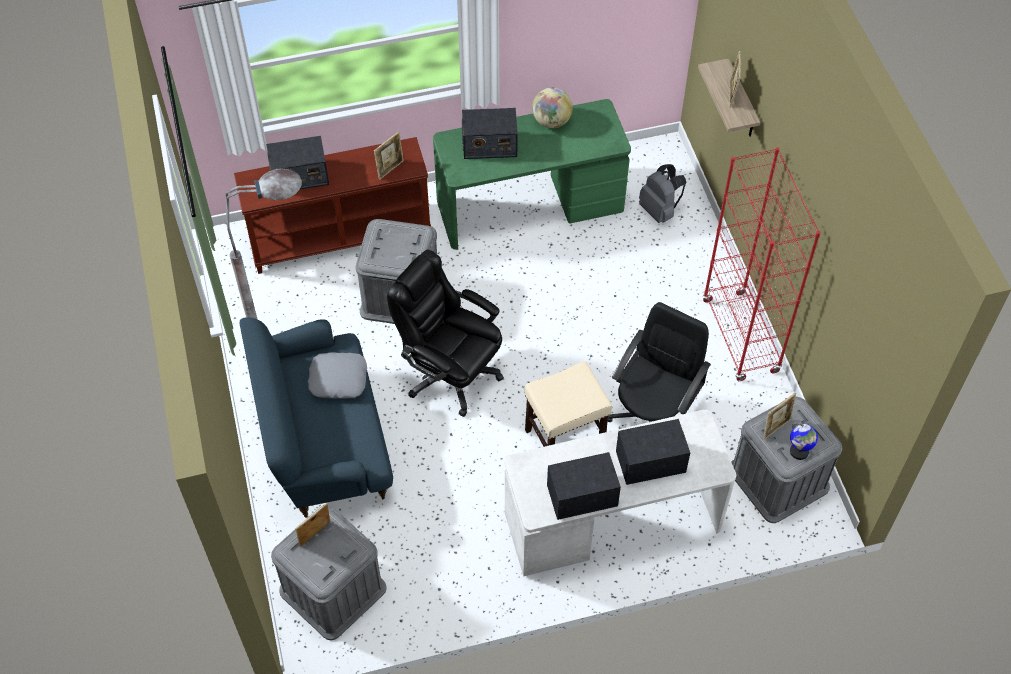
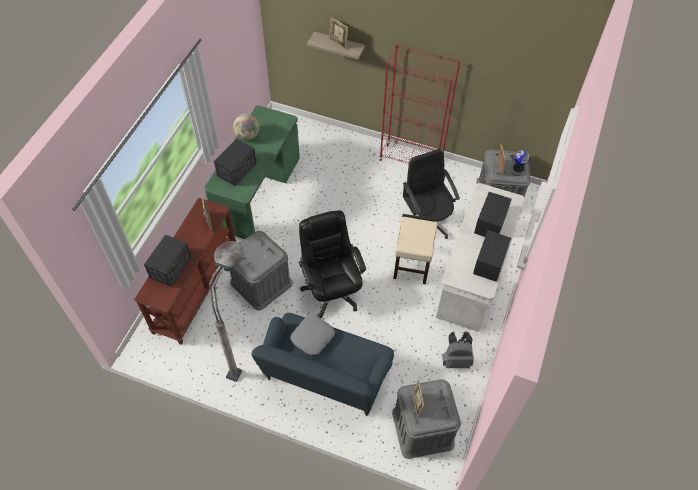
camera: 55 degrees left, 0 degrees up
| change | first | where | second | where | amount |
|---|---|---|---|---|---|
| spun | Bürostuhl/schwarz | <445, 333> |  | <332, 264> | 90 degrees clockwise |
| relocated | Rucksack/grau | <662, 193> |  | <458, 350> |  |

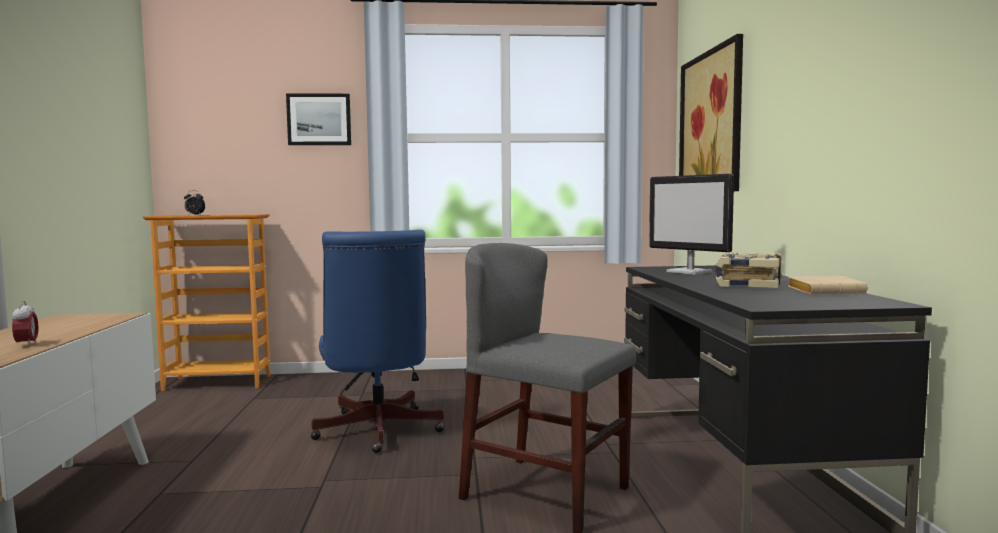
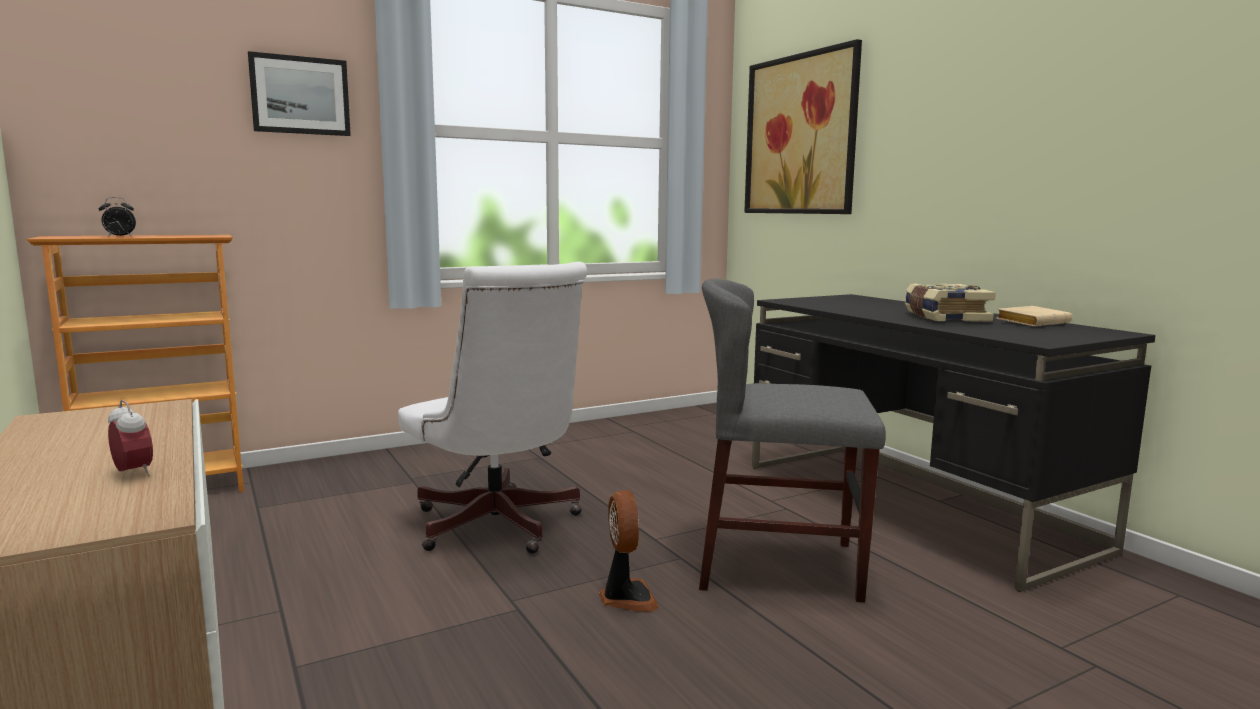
camera: 25 degrees left, 5 degrees up
| change | first | where | second | where | amount |
|---|---|---|---|---|---|
| colour | Bürostuhl/blau | <377, 341> | Bürostuhl/weiß | <492, 408> |  |
| appeared |  |  | Ventilator | <629, 551> |  |
| missing | Monitor | <691, 224> |  |  |  |

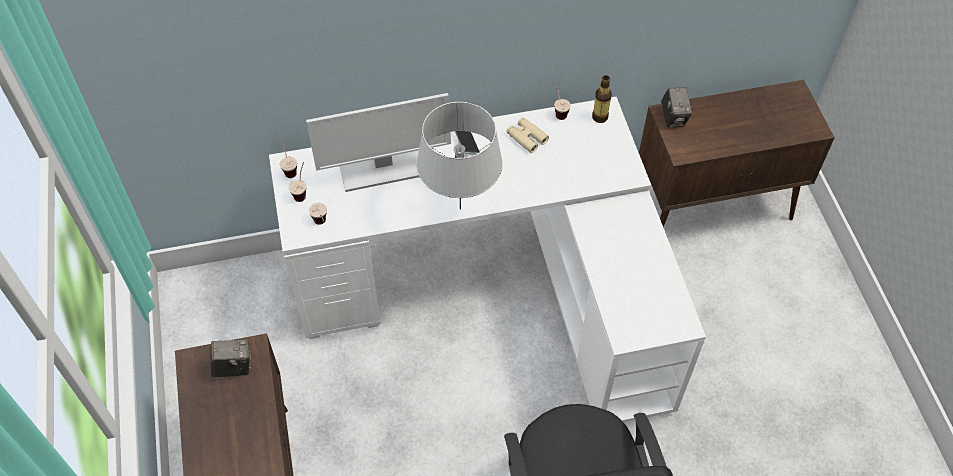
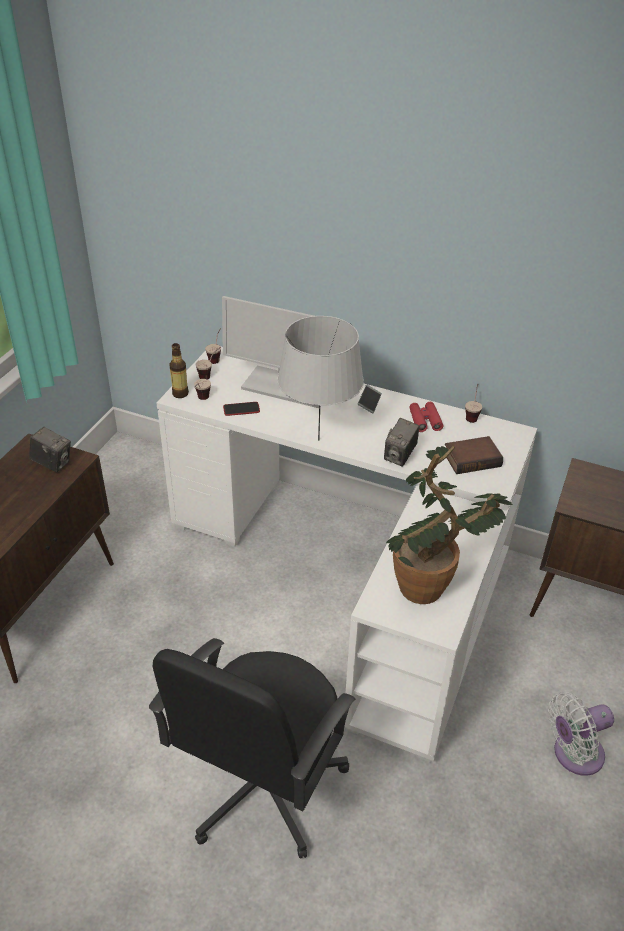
camera: 35 degrees right, 15 degrees down
| change | first | where | second | where | amount |
|---|---|---|---|---|---|
| relocated | Flasche | <602, 99> |  | <179, 370> |  |
| appeared |  |  | Handy | <241, 409> |  |
| relocated | Kamera | <676, 107> |  | <401, 442> |  |
| appeared |  |  | Topfpflanze | <449, 525> |  |
| colour | Fernglas/beige | <527, 135> | Fernglas/rot | <426, 417> |  |
| appeared |  |  | Buch | <474, 455> |  |
| appeared |  |  | Ventilator/weiß | <581, 734> |  |

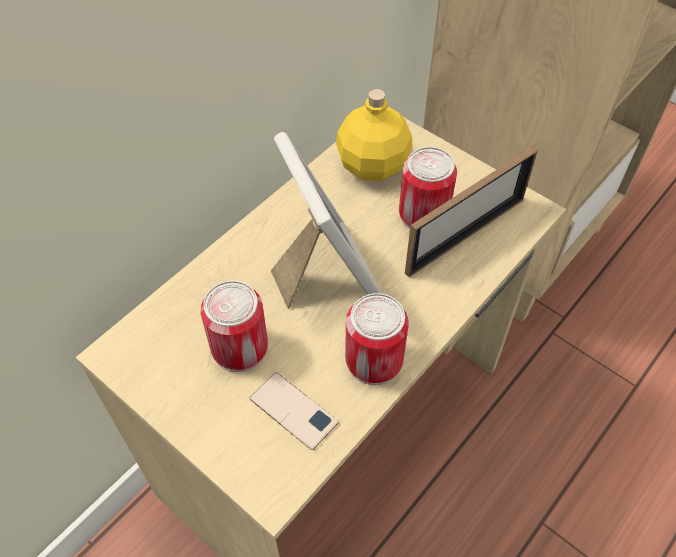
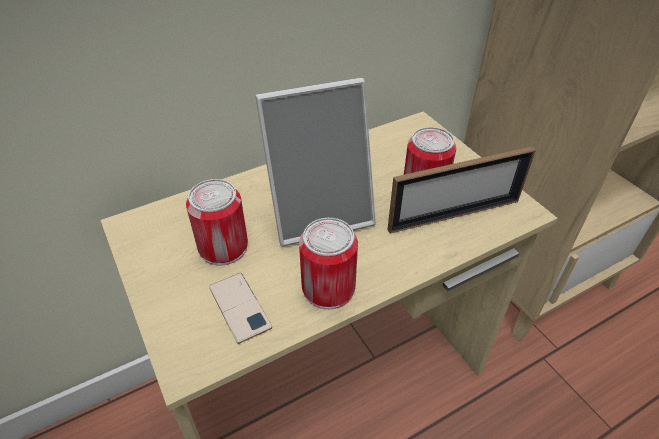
camera: 20 degrees right, 10 degrees down
| change | first | where | second | where | amount |
|---|---|---|---|---|---|
| spun | Bilderrahmen | <326, 220> |  | <315, 162> | 75 degrees clockwise |
| missing | Flasche/gelb | <374, 135> |  |  |  |

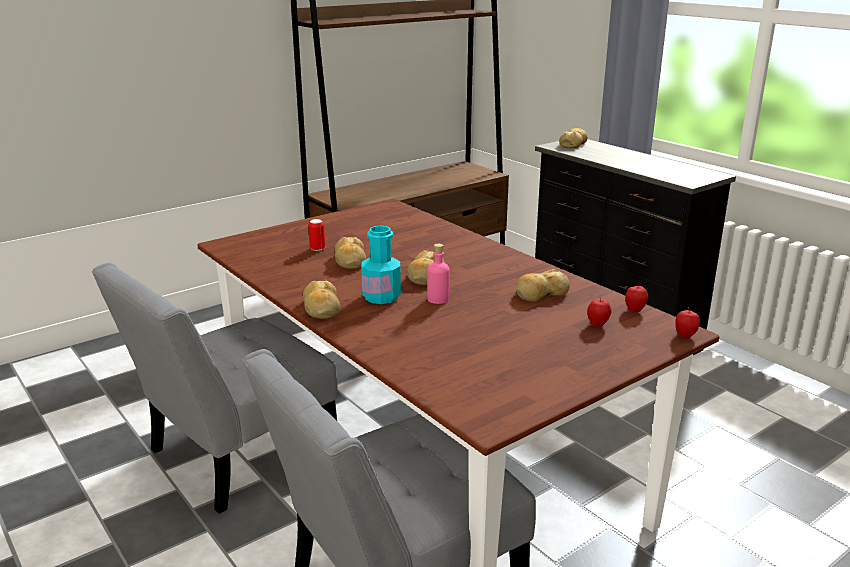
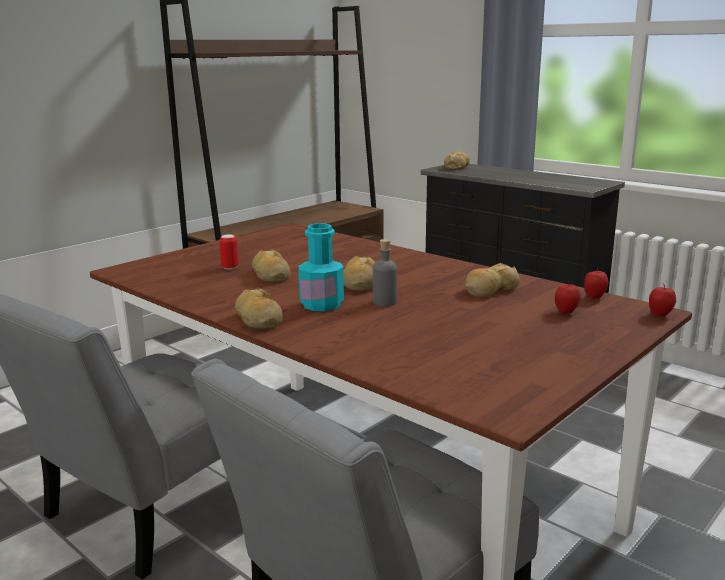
camera: 10 degrees left, 5 degrees down
| change | first | where | second | where | amount |
|---|---|---|---|---|---|
| colour | Flasche/rosa | <438, 274> | Flasche/grau | <385, 272> |  |

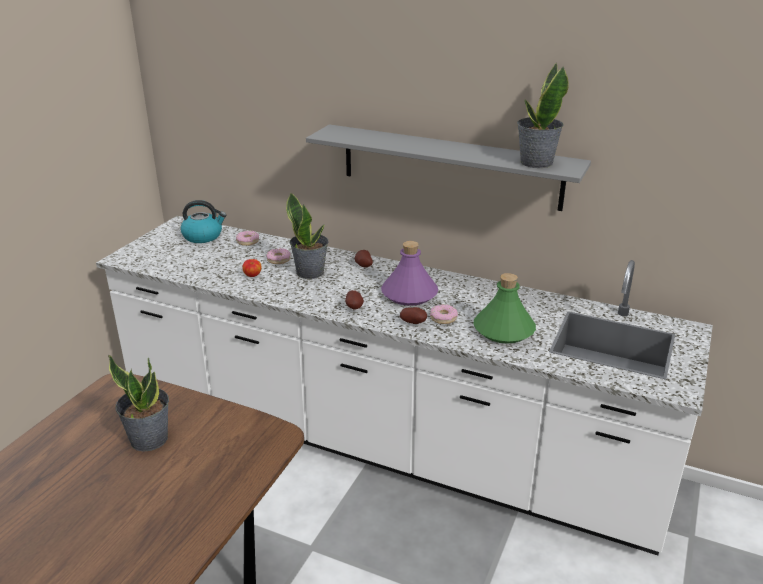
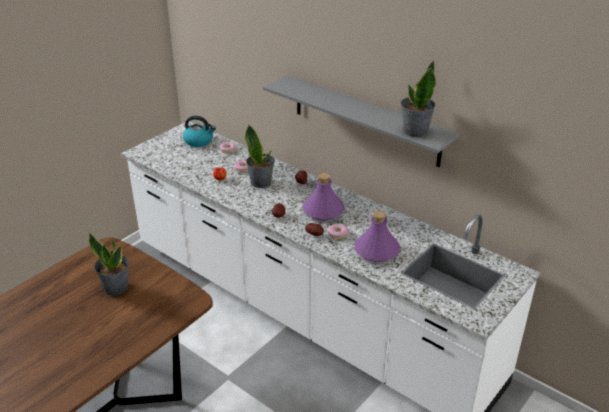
camera: 15 degrees right, 5 degrees up
| change | first | where | second | where | amount |
|---|---|---|---|---|---|
| colour | Flasche/grün | <505, 308> | Flasche/lila | <377, 236> |  |

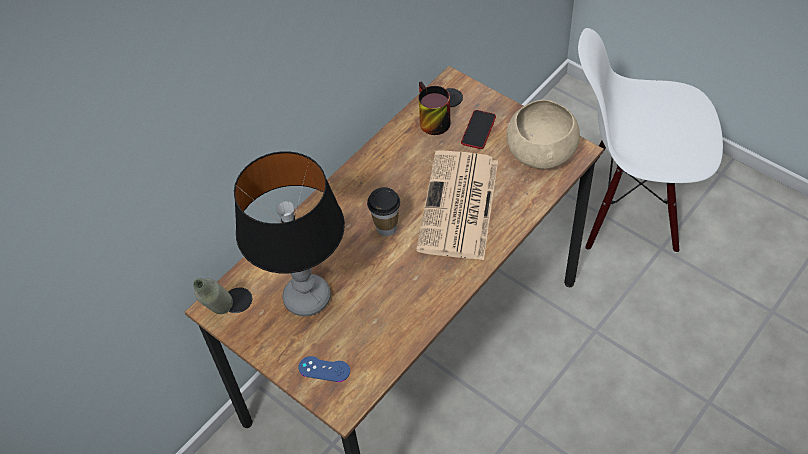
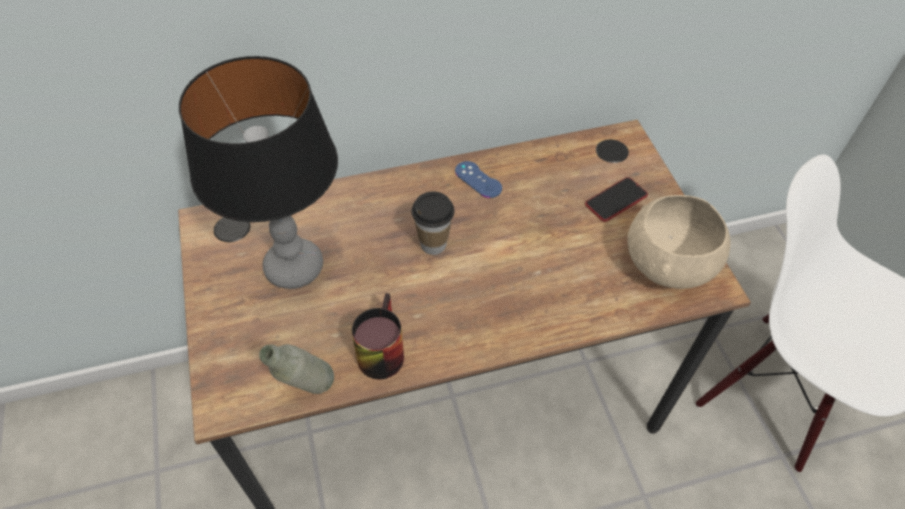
camera: 30 degrees right, 0 degrees up
| change | first | where | second | where | amount |
|---|---|---|---|---|---|
| relocated | Flasche/grau | <213, 296> |  | <296, 369> |  |
| relocated | Henkelbecher | <434, 108> |  | <378, 336> |  |
| relocated | Gamepad/blau | <324, 369> |  | <478, 179> |  |
| missing | Zeitung | <457, 205> |  |  |  |

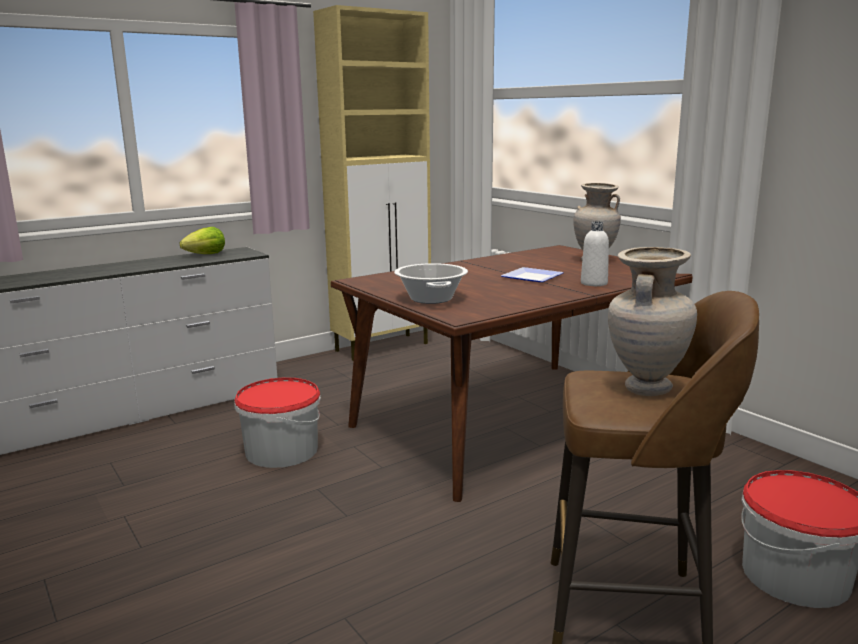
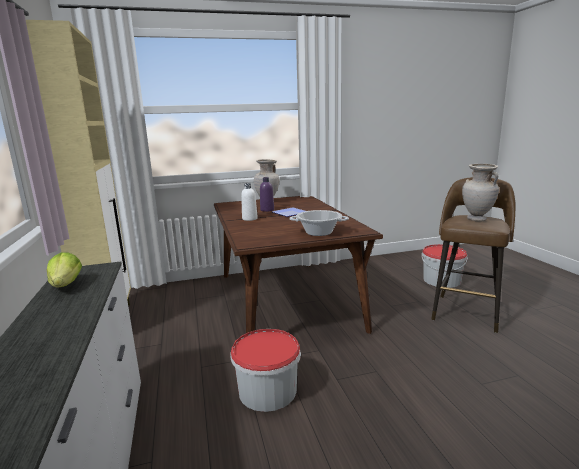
camera: 70 degrees left, 0 degrees up
| change | first | where | second | where | amount |
|---|---|---|---|---|---|
| relocated | Flasche/weiß | <595, 253> |  | <249, 202> |  |
| appeared |  |  | Flasche/lila | <267, 194> |  |

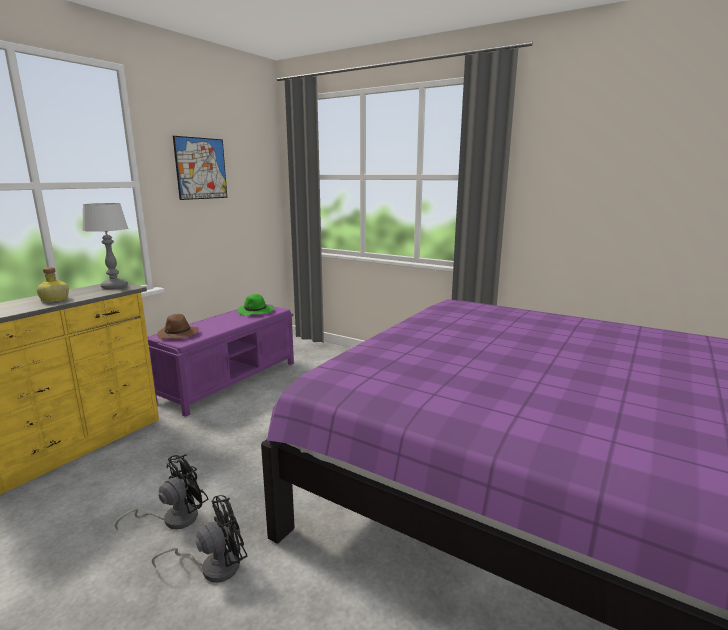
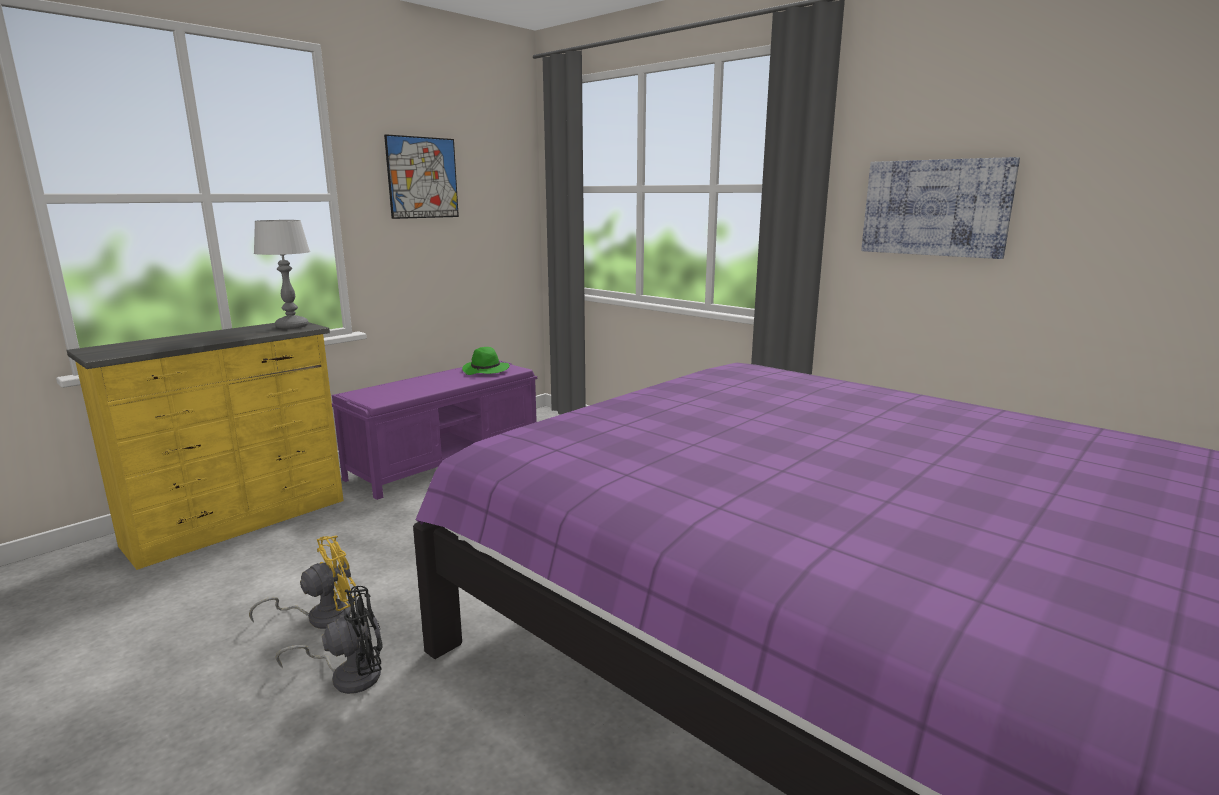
camera: 10 degrees right, 0 degrees up
| change | first | where | second | where | amount |
|---|---|---|---|---|---|
| colour | Ventilator/schwarz | <161, 492> | Ventilator/gelb | <304, 582> |  |
| appeared |  |  | Bild | <940, 208> |  |
| missing | Flasche | <53, 284> |  |  |  |
| missing | Hut/braun | <178, 326> |  |  |  |

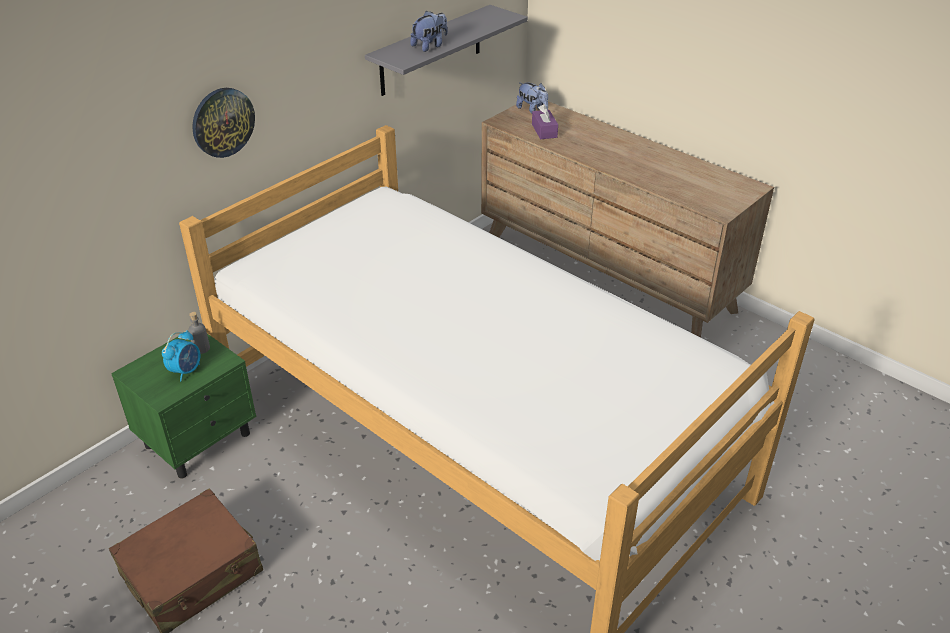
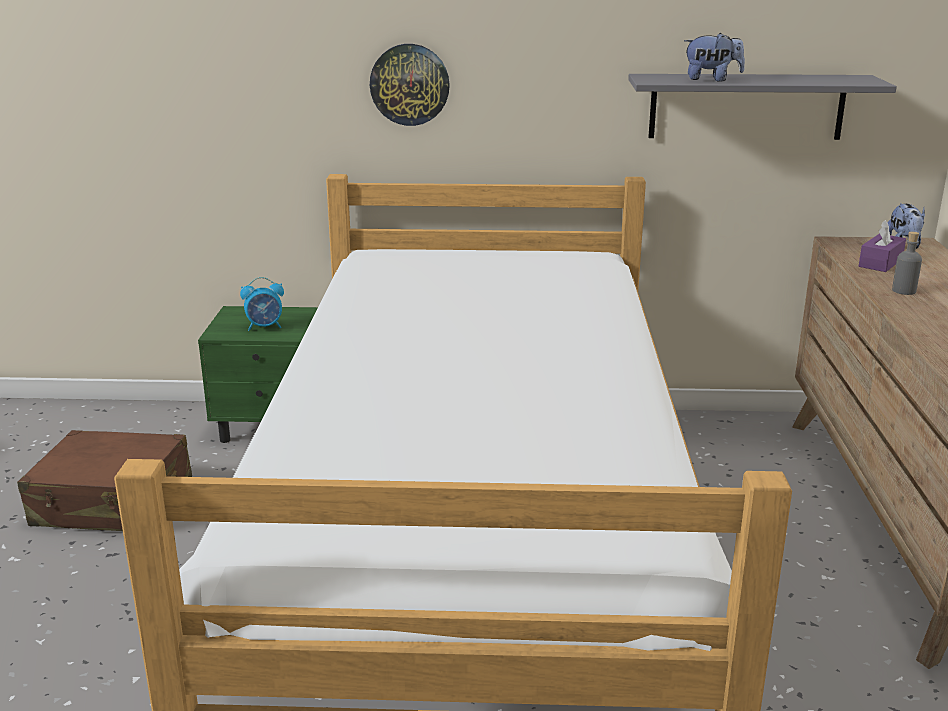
camera: 50 degrees right, 15 degrees down
| change | first | where | second | where | amount |
|---|---|---|---|---|---|
| relocated | Flasche/grau | <199, 333> |  | <907, 263> |  |

